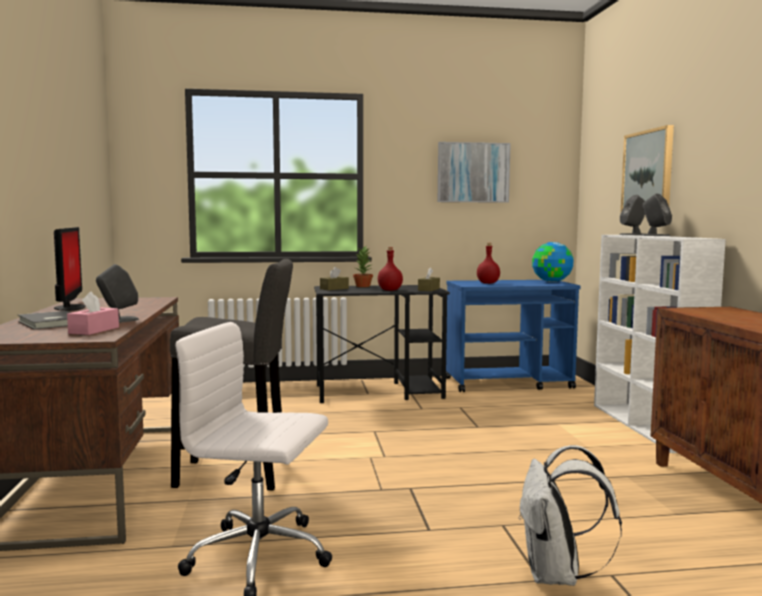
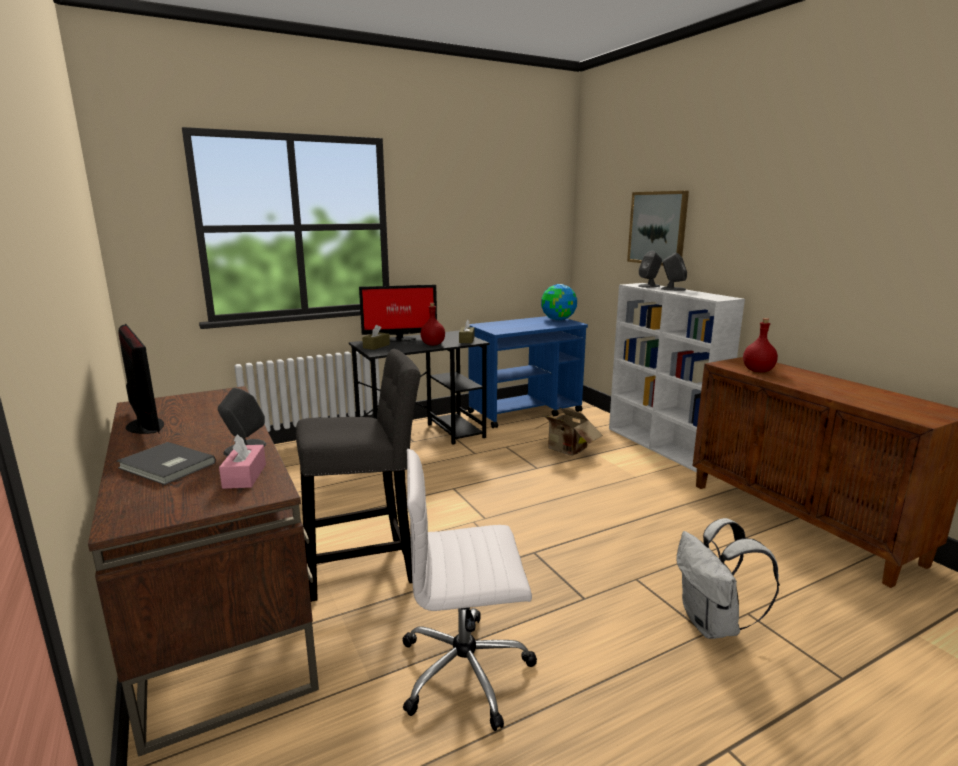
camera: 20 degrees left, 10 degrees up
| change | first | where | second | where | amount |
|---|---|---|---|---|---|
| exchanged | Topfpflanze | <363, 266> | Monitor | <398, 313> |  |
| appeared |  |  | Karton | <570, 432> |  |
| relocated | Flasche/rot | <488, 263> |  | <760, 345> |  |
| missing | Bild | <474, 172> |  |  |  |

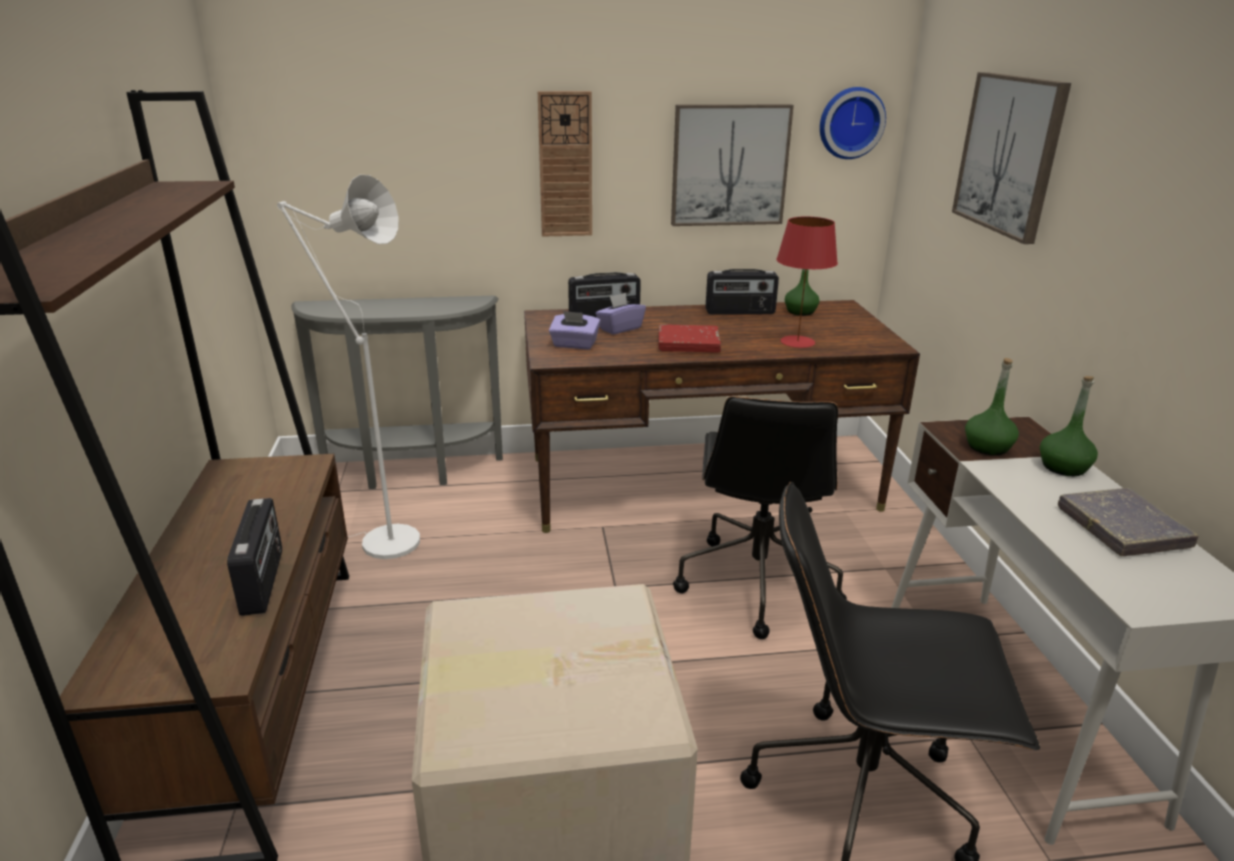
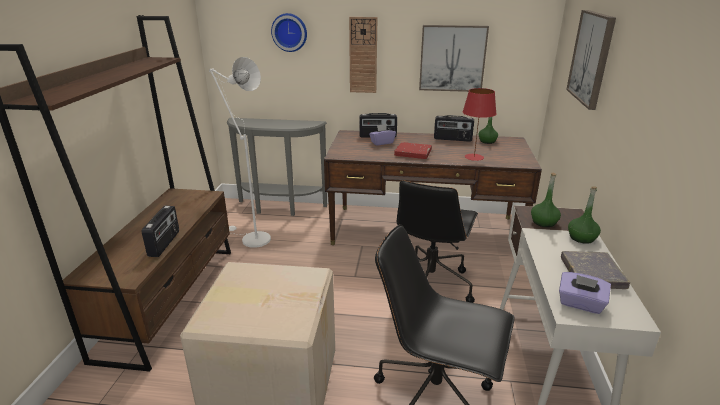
camera: 15 degrees right, 0 degrees up
| change | first | where | second | where | amount |
|---|---|---|---|---|---|
| relocated | Wanduhr | <853, 123> |  | <289, 32> |  |
| relocated | Taschentuchbox/lila | <574, 330> |  | <585, 293> |  |

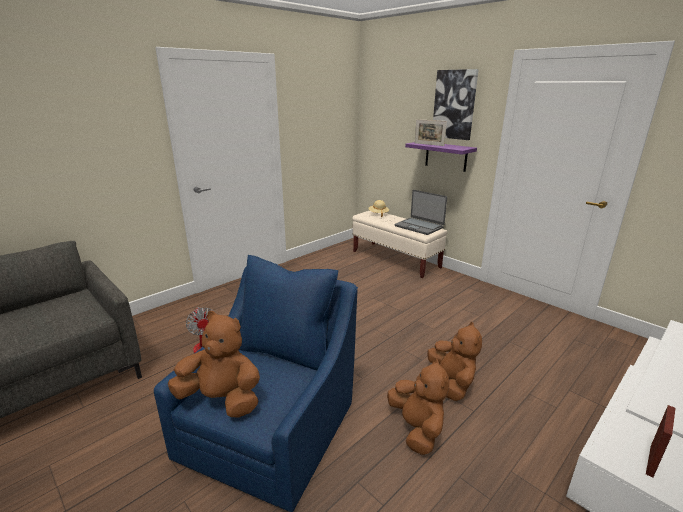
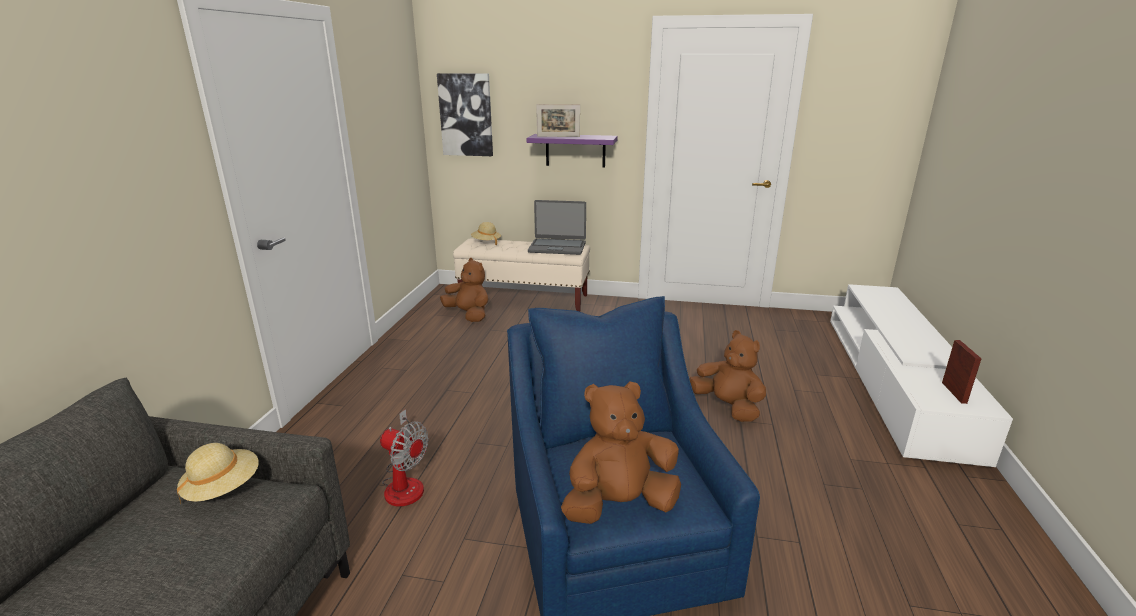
camera: 35 degrees left, 0 degrees up
| change | first | where | second | where | amount |
|---|---|---|---|---|---|
| appeared |  |  | Hut/beige | <218, 473> |  |
| relocated | Bild | <456, 104> |  | <465, 114> |  |
| relocated | Plüschtier/braun | <418, 406> |  | <464, 290> |  |

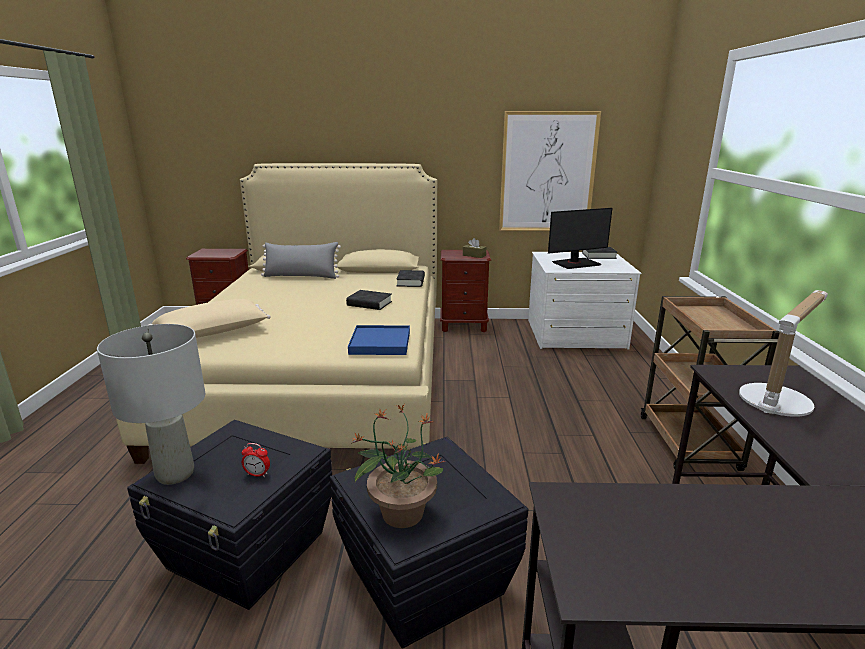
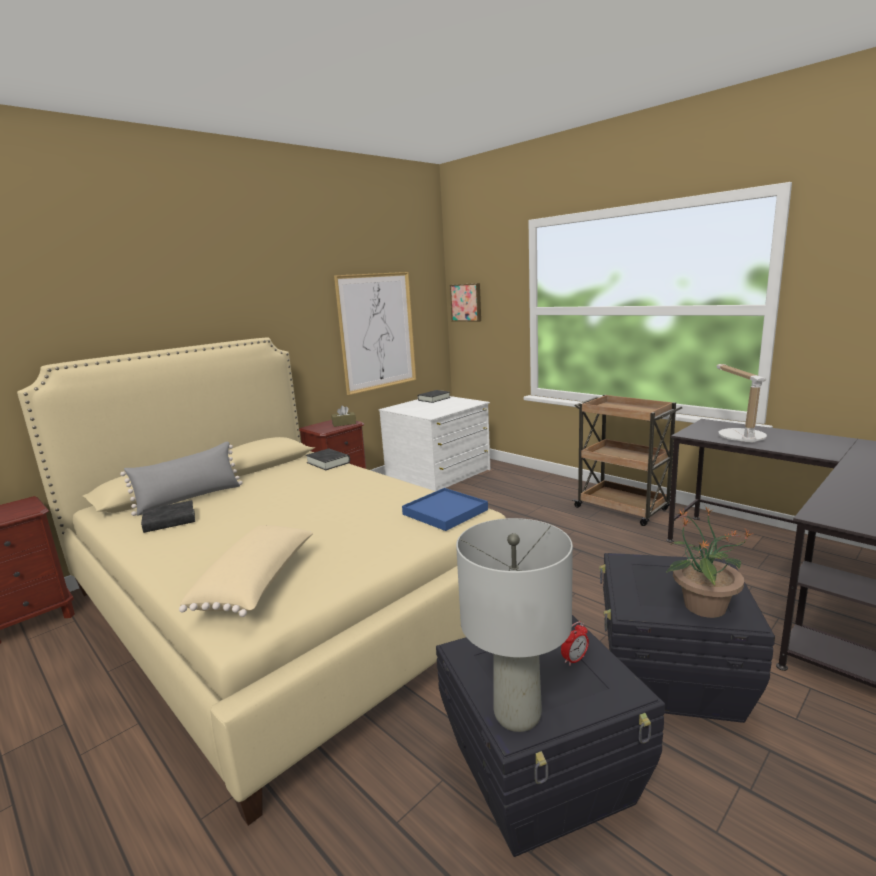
camera: 45 degrees left, 5 degrees down
| change | first | where | second | where | amount |
|---|---|---|---|---|---|
| relocated | Buch/schwarz | <369, 300> |  | <168, 516> |  |
| appeared |  |  | Bild | <465, 302> |  |
| missing | Monitor | <580, 238> |  |  |  |

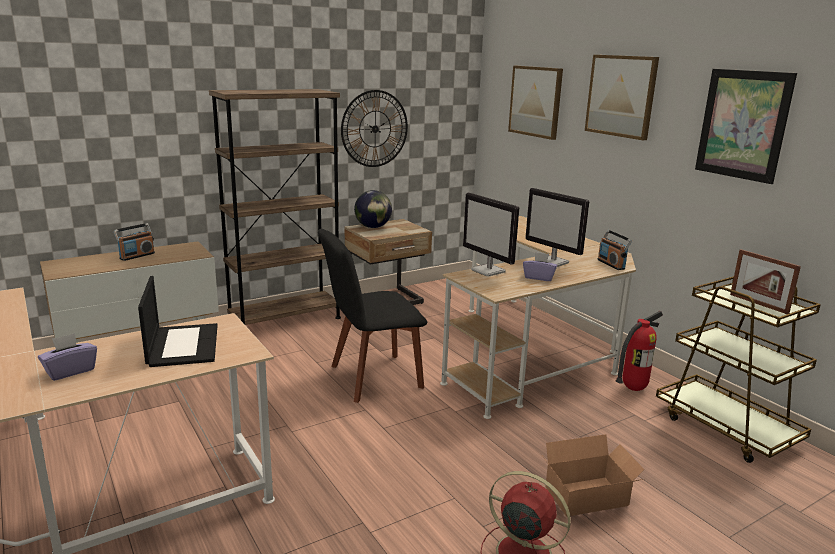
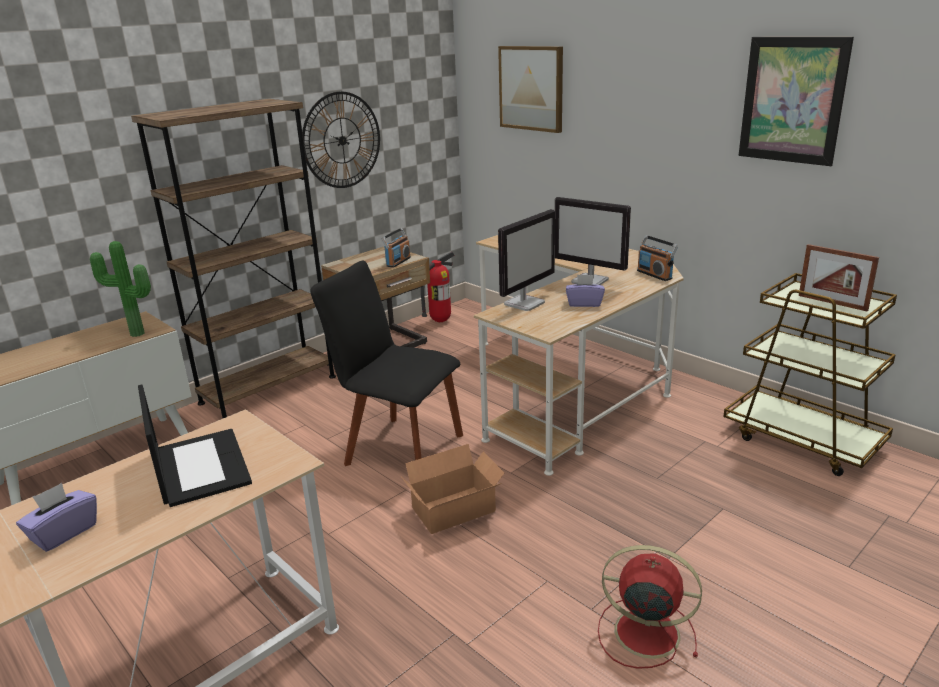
camera: 10 degrees left, 5 degrees up
| change | first | where | second | where | amount |
|---|---|---|---|---|---|
| appeared |  |  | Topfpflanze | <120, 289> |  |
| spun | Stuhl/schwarz | <372, 316> |  | <387, 363> | 60 degrees clockwise |
| relocated | Radio | <134, 242> |  | <396, 248> |  |
| relocated | Karton | <593, 475> |  | <453, 489> |  |
| relocated | Feuerlöscher | <639, 351> |  | <437, 287> |  |
| spun | Monitor | <491, 234> |  | <526, 260> | 90 degrees counterclockwise |
| missing | Globus | <373, 209> |  |  |  |
| missing | Bild | <622, 97> |  |  |  |

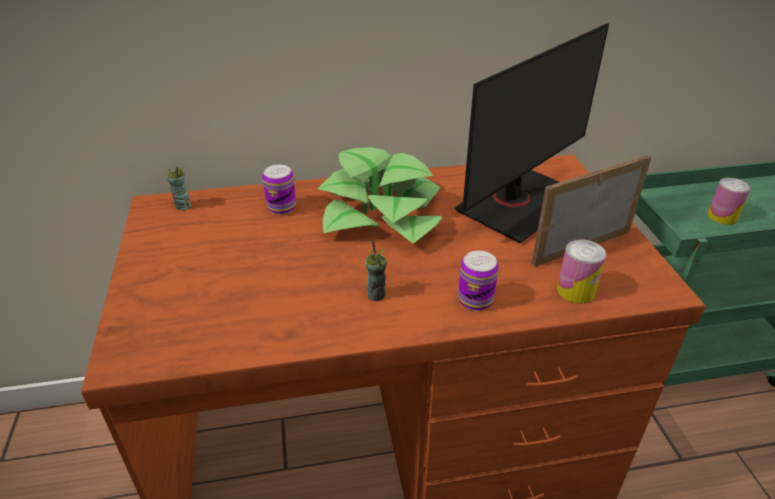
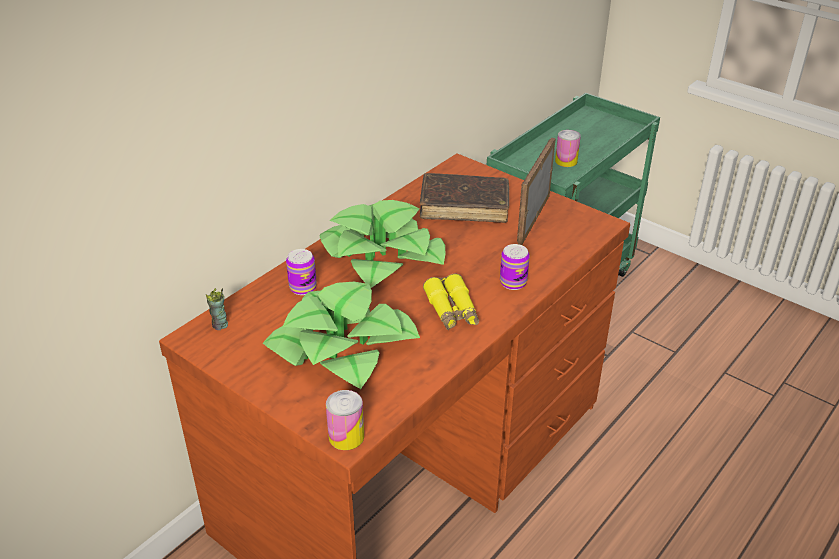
camera: 40 degrees left, 0 degrees up
| change | first | where | second | where | amount |
|---|---|---|---|---|---|
| appeared |  |  | Topfpflanze | <341, 335> |  |
| relocated | Dose | <581, 271> |  | <345, 420> |  |
| exchanged | Monitor | <531, 133> | Buch/braun | <464, 198> |  |
| exchanged | Tasse | <376, 271> | Fernglas/gelb | <451, 302> |  |

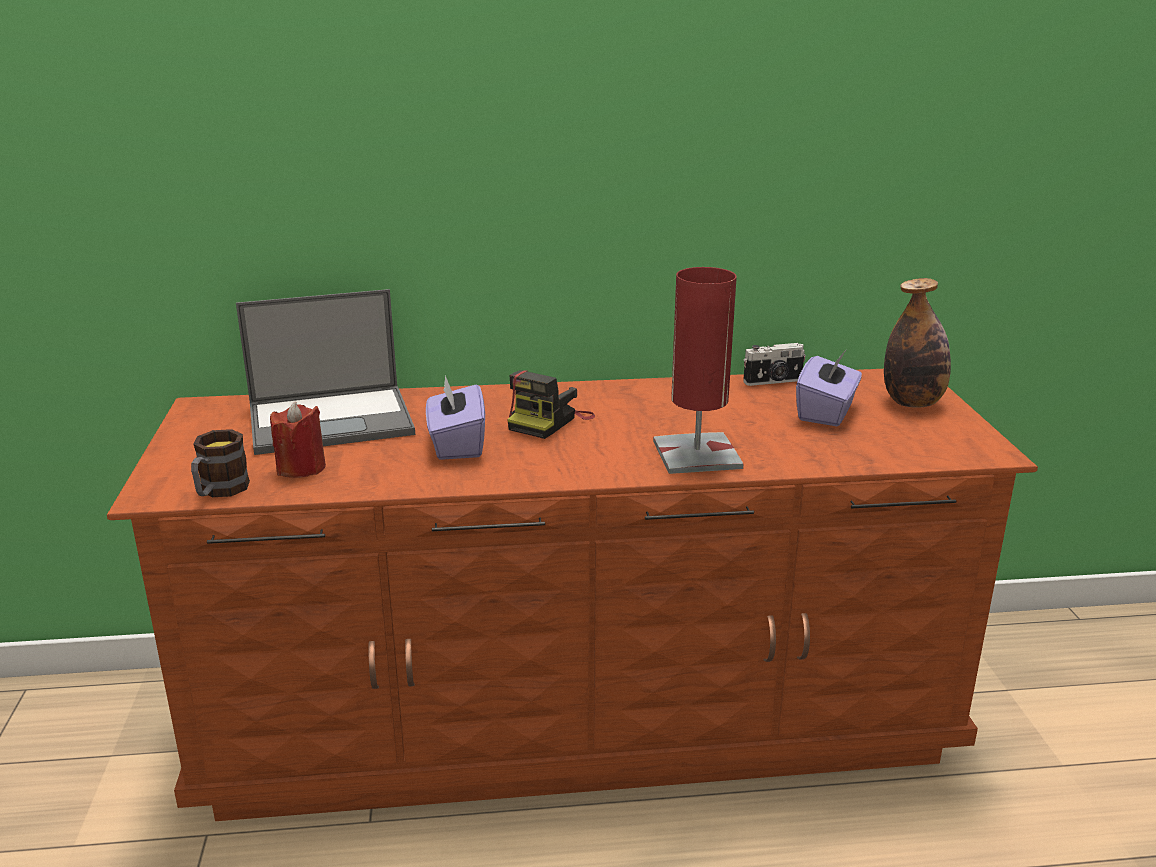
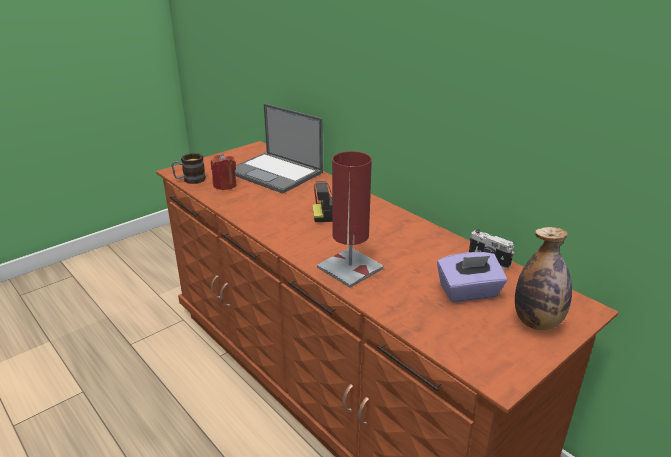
camera: 55 degrees right, 5 degrees up
| change | first | where | second | where | amount |
|---|---|---|---|---|---|
| missing | Taschentuchbox/lila | <455, 418> |  |  |  |

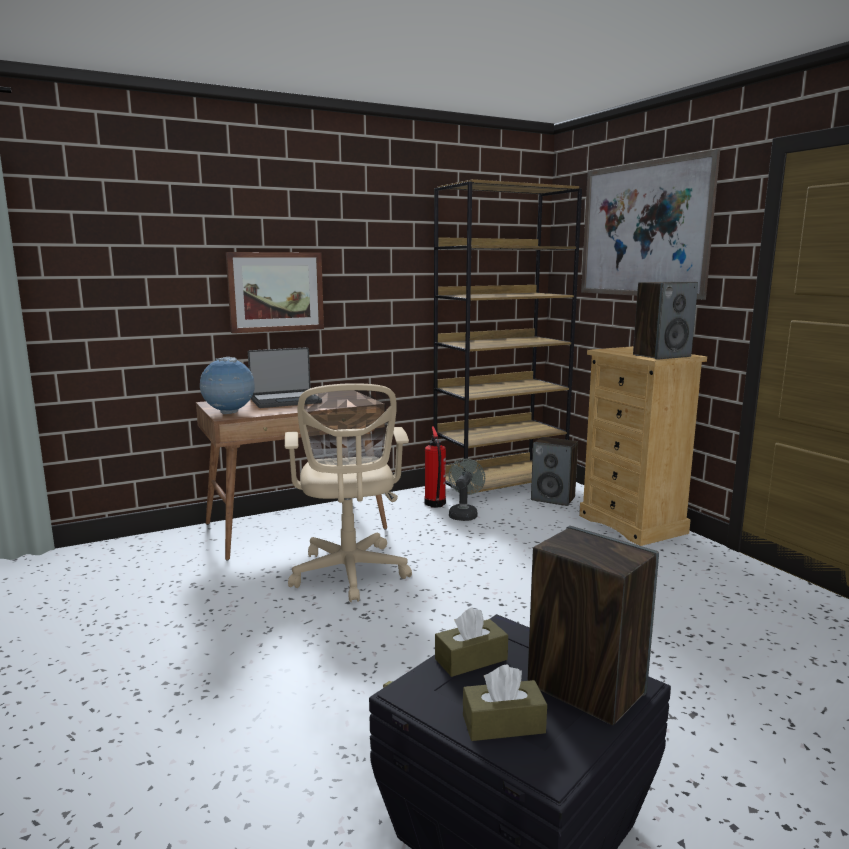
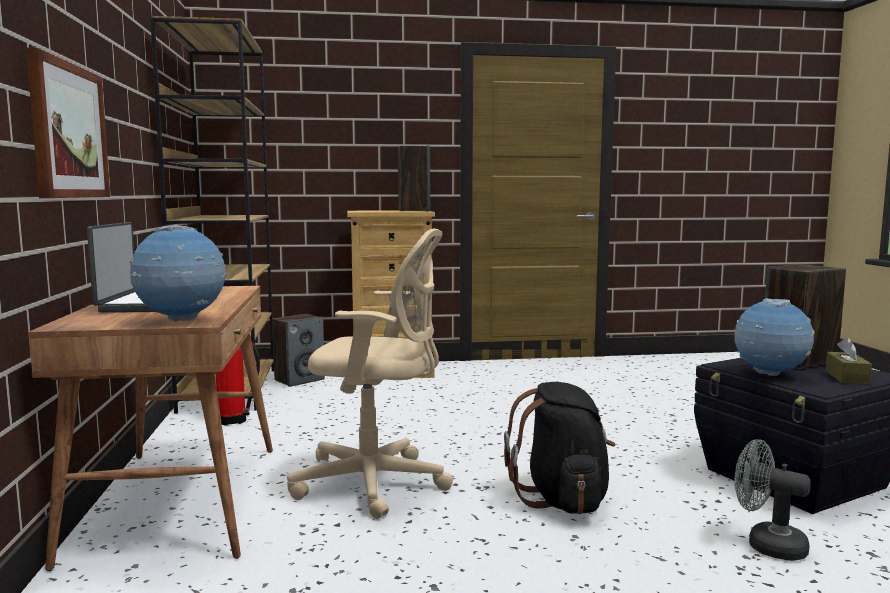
camera: 70 degrees left, 5 degrees down
| change | first | where | second | where | amount |
|---|---|---|---|---|---|
| appeared |  |  | Rucksack/schwarz | <559, 448> |  |
| relocated | Ventilator/grau | <466, 490> |  | <772, 500> |  |
| exchanged | Taschentuchbox/braun | <471, 642> | Globus | <775, 337> |  |
| missing | Bild | <650, 224> |  |  |  |

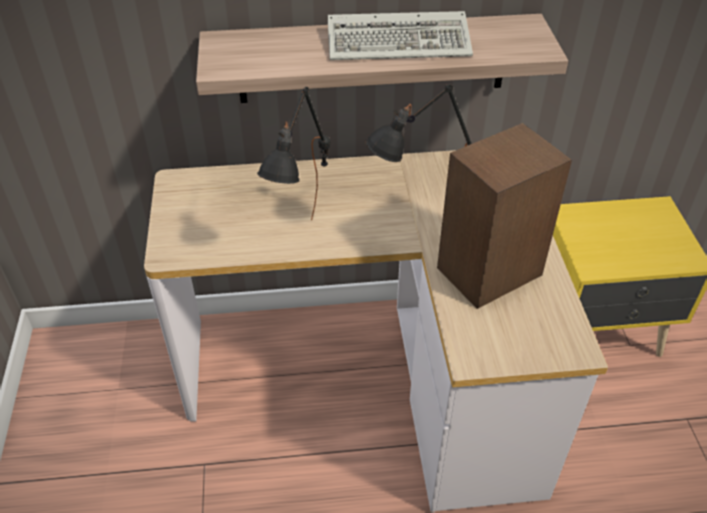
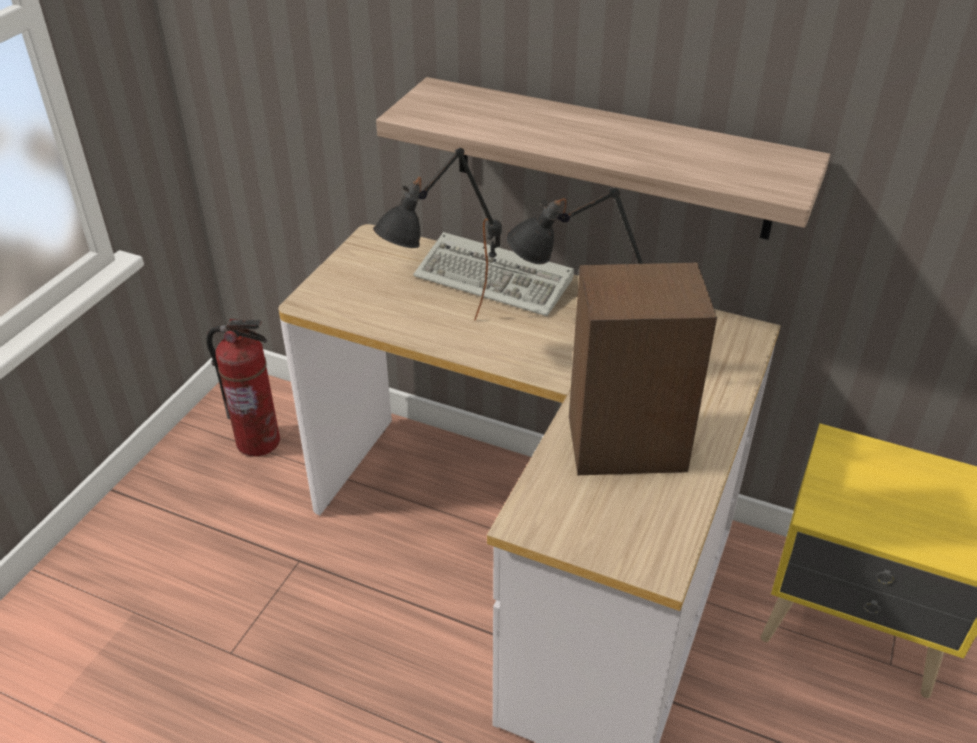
camera: 30 degrees right, 5 degrees down
| change | first | where | second | where | amount |
|---|---|---|---|---|---|
| appeared |  |  | Feuerlöscher | <243, 388> |  |
| relocated | Tastatur | <400, 35> |  | <493, 274> |  |

